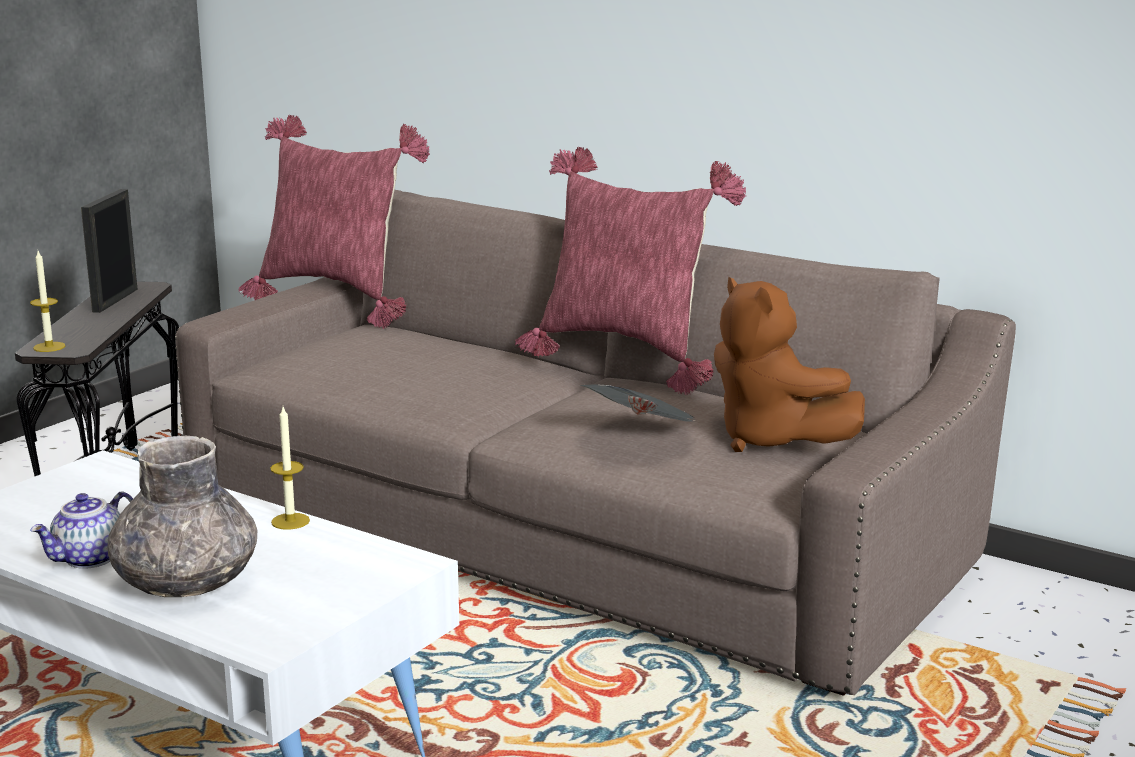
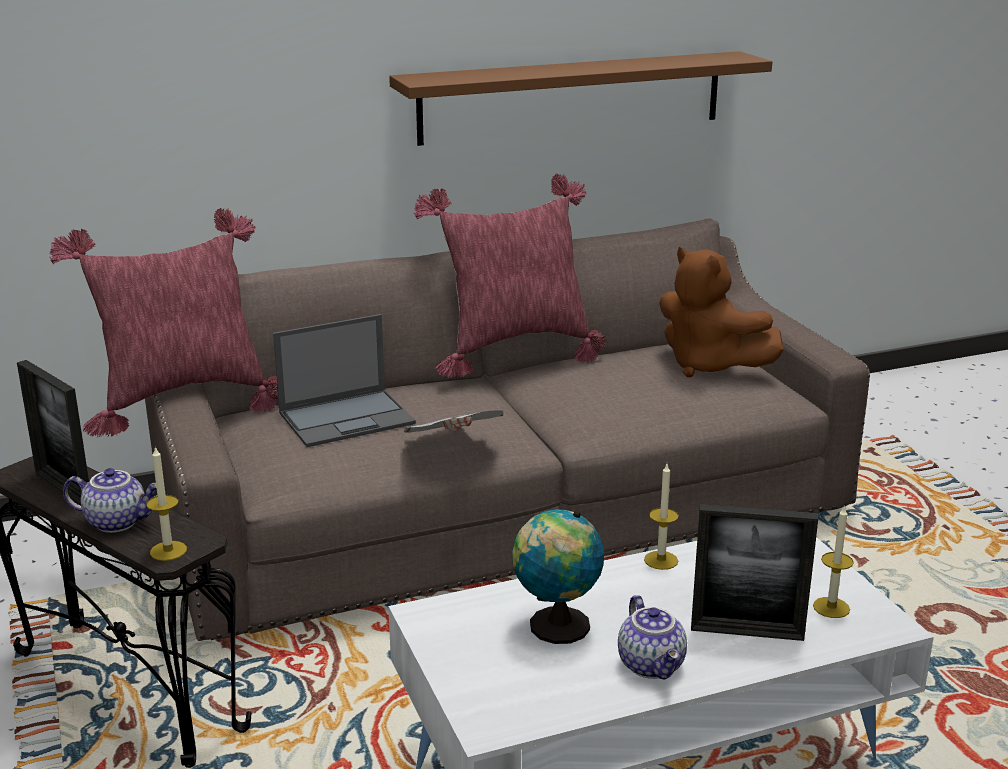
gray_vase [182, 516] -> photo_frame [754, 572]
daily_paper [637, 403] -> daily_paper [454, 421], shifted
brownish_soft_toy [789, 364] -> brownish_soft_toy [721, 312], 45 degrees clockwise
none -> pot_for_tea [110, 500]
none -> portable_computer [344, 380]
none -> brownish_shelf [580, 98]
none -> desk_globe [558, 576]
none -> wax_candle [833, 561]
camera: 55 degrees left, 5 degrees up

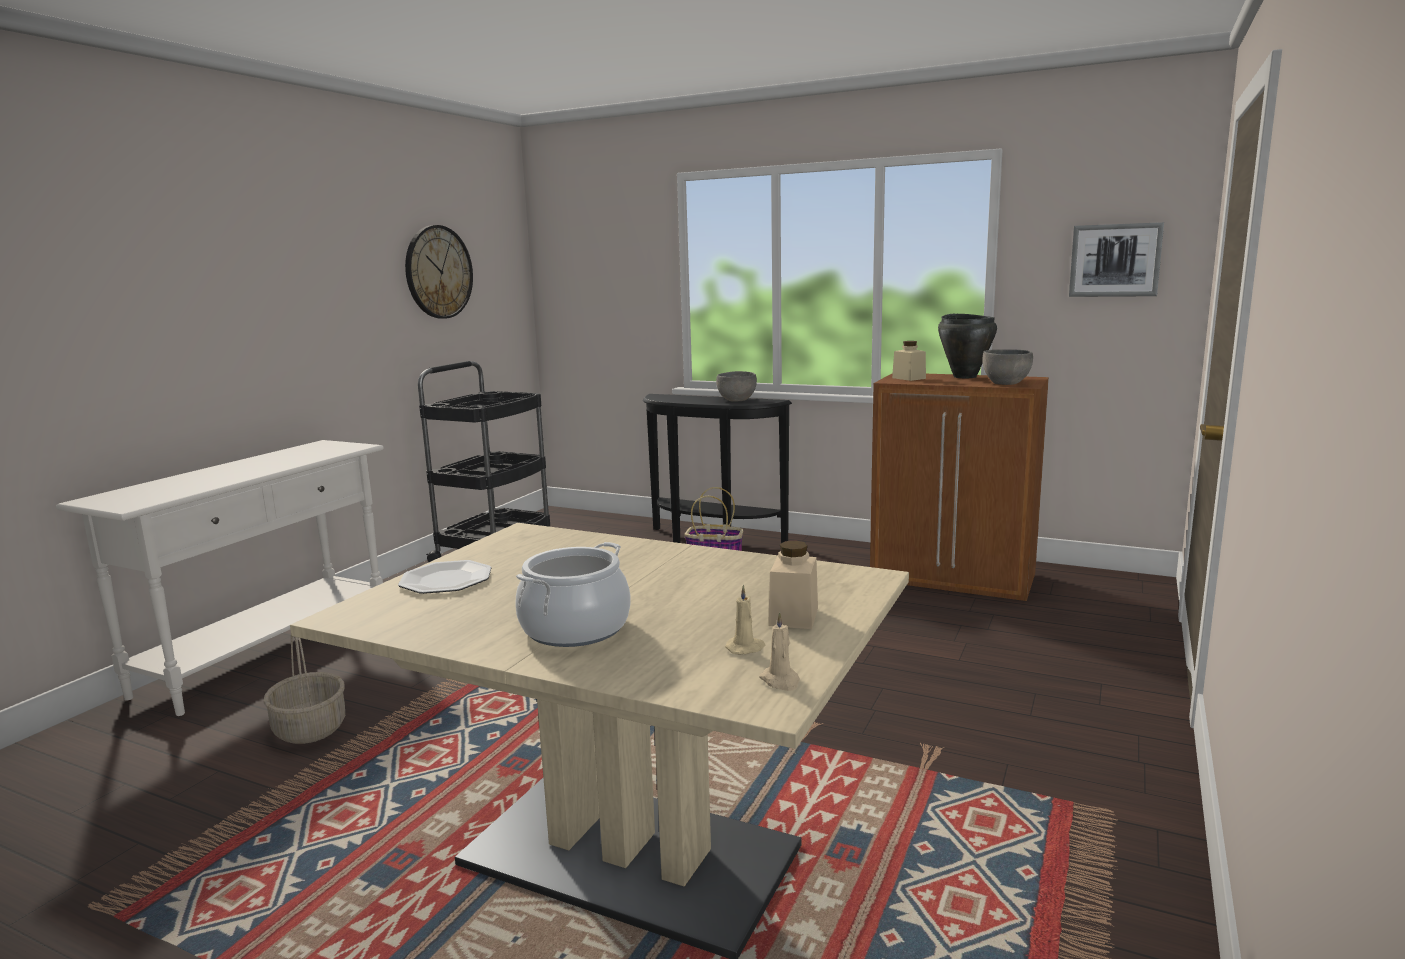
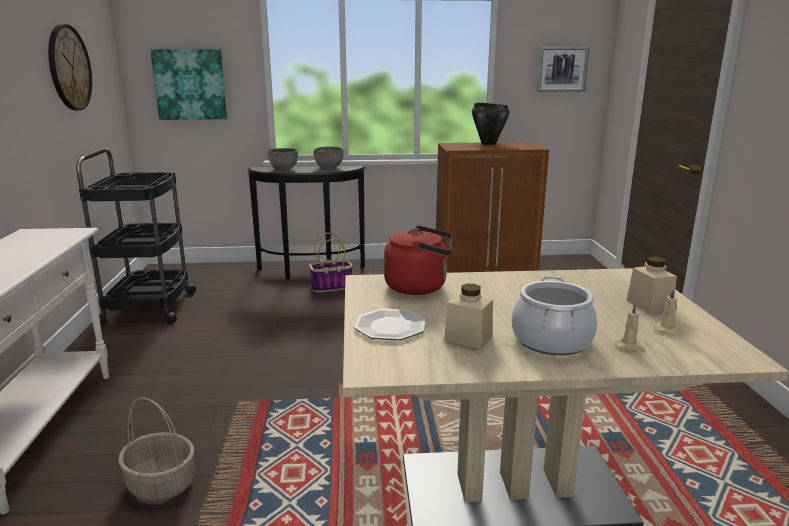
beige_wax_candle [779, 651] -> beige_wax_candle [630, 328], shifted
beige_preserve_jar [909, 361] -> beige_preserve_jar [468, 316], shifted
gray_serving_bowl [1008, 367] -> gray_serving_bowl [283, 159], shifted
none -> picture [188, 84]
none -> reddish_water_kettle [418, 260]
camera: 30 degrees left, 5 degrees up

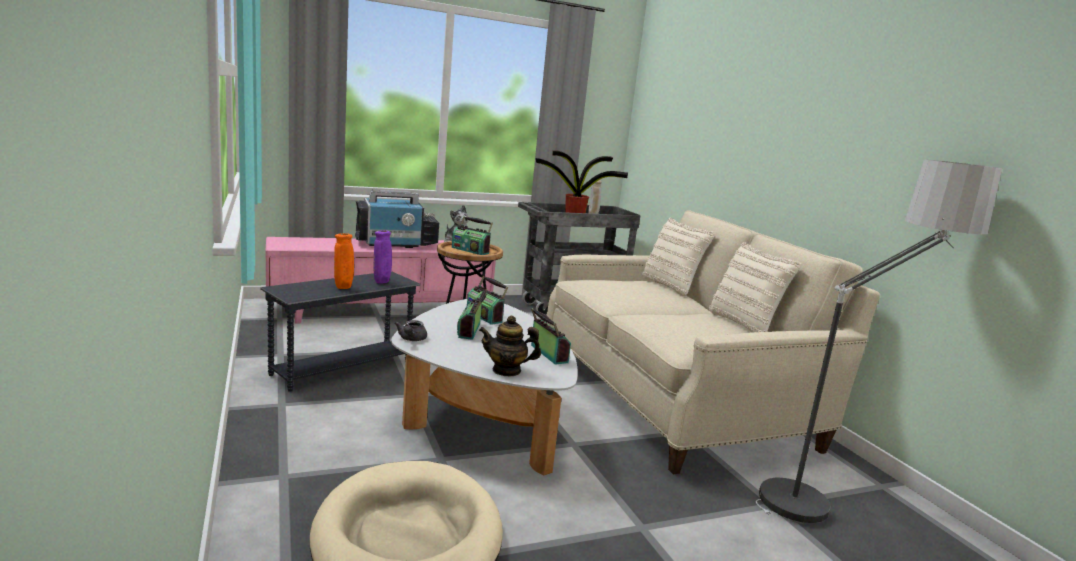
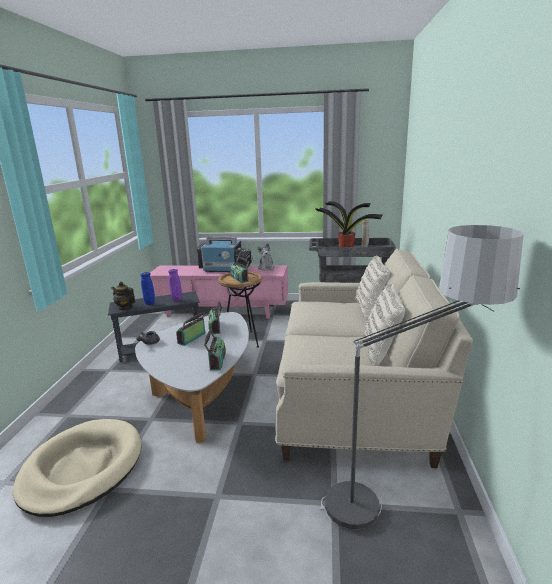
orange_vase [344, 261] -> blue_vase [147, 288]
pot_for_tea [510, 346] -> pot_for_tea [123, 296], shifted
camera: 30 degrees right, 5 degrees up

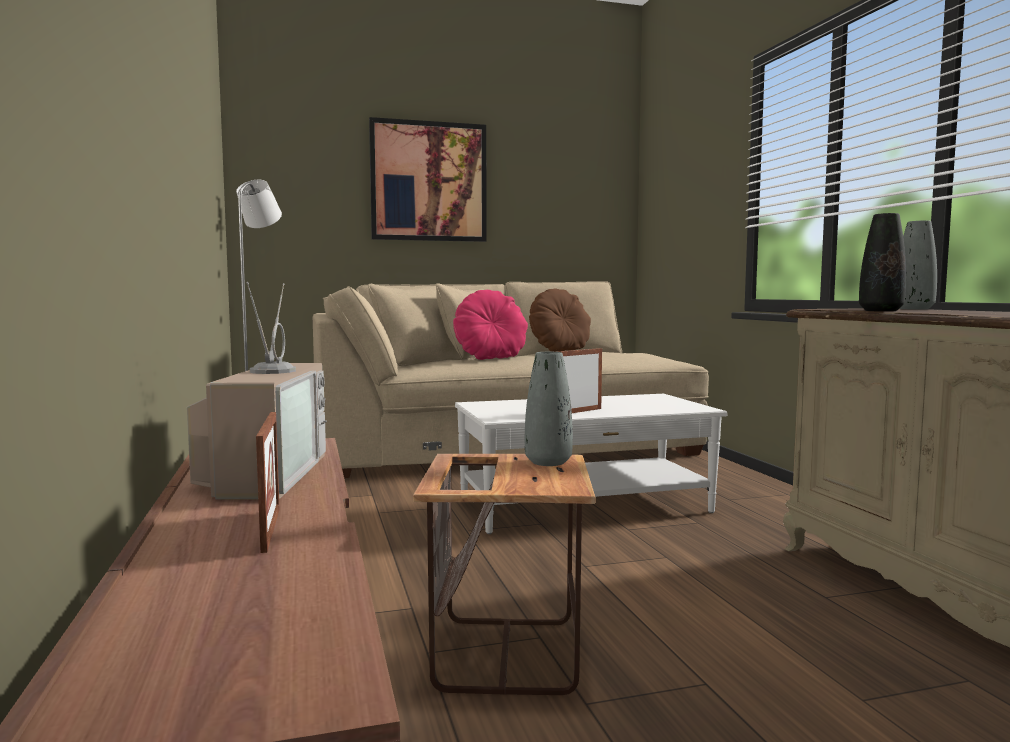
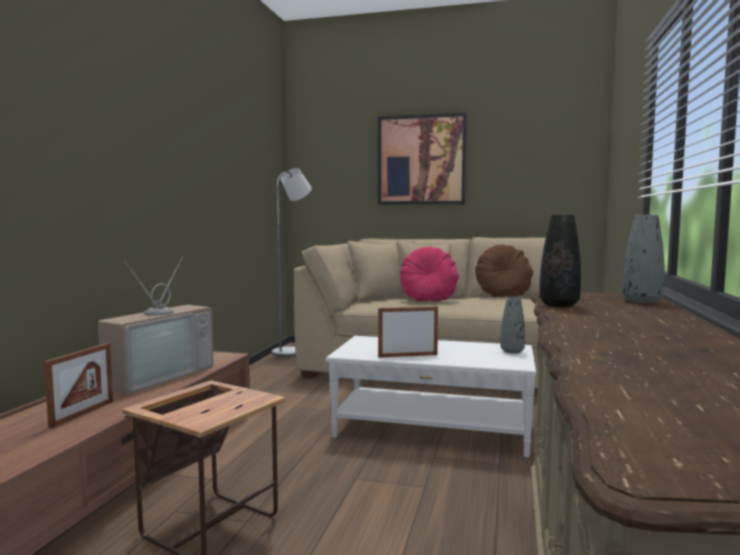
gray_vase [549, 409] -> gray_vase [512, 325], shifted
camera: 30 degrees right, 0 degrees up

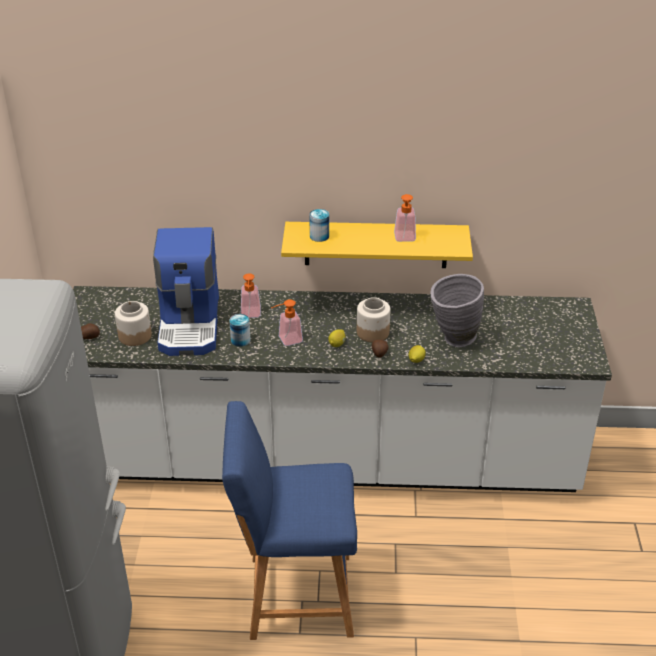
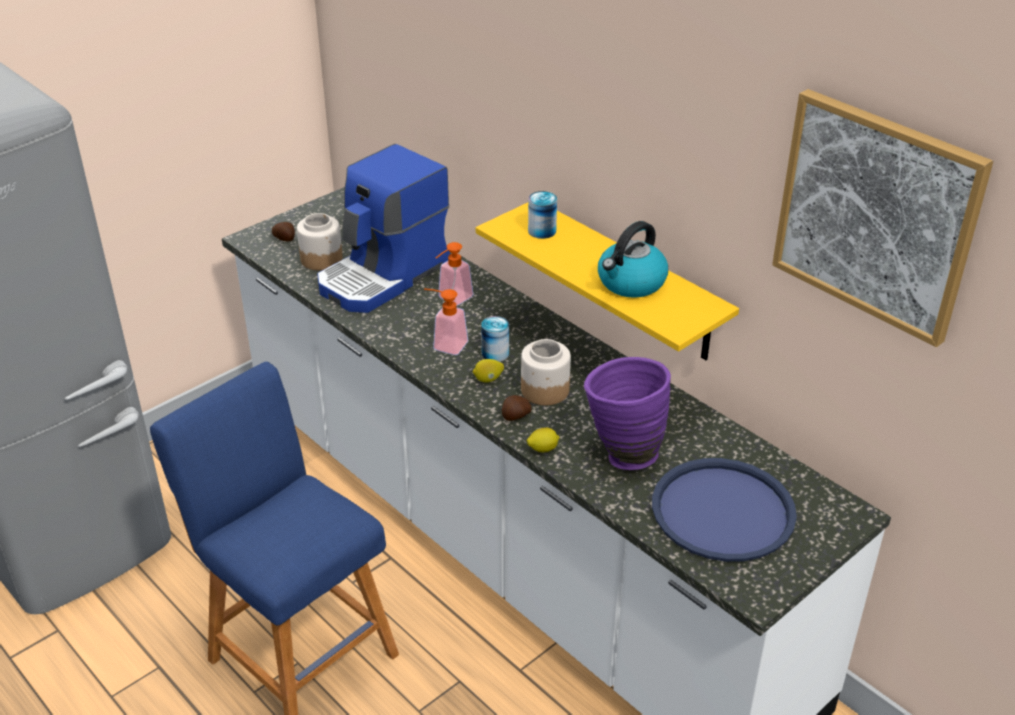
can [240, 330] -> can [495, 339], shifted
soap_bottle [405, 218] -> water_kettle [633, 259]
gray_vase [457, 310] -> purplish_vase [627, 413]
none -> blue_tray [724, 510]
none -> picture [883, 218]
camera: 45 degrees right, 0 degrees up

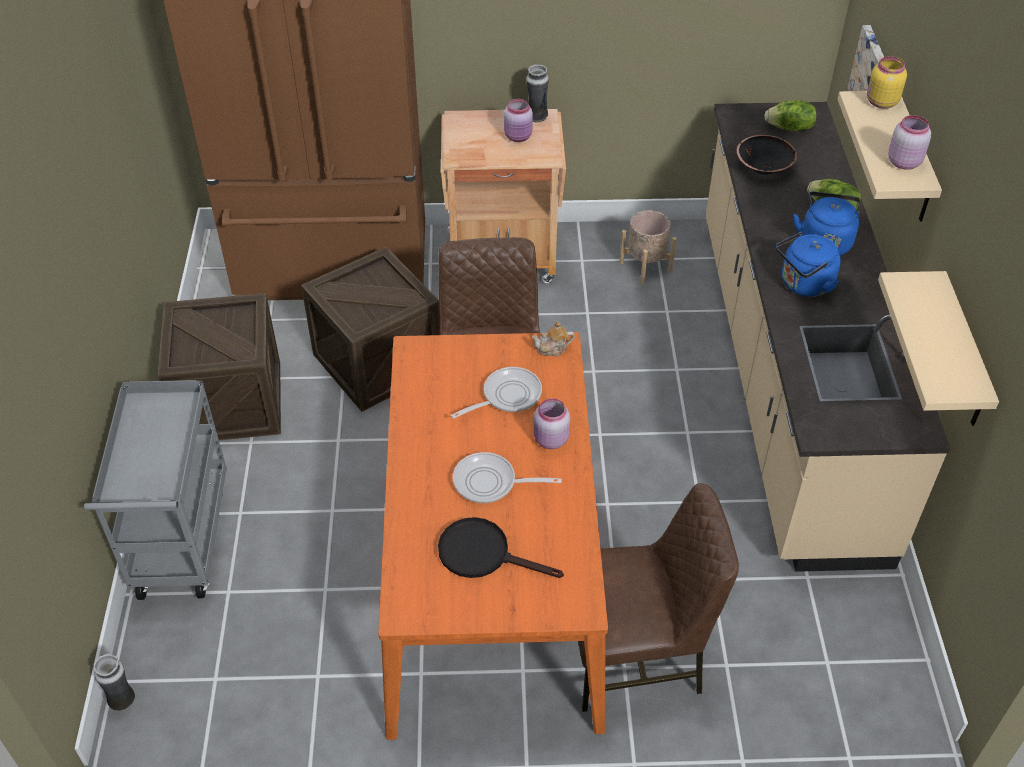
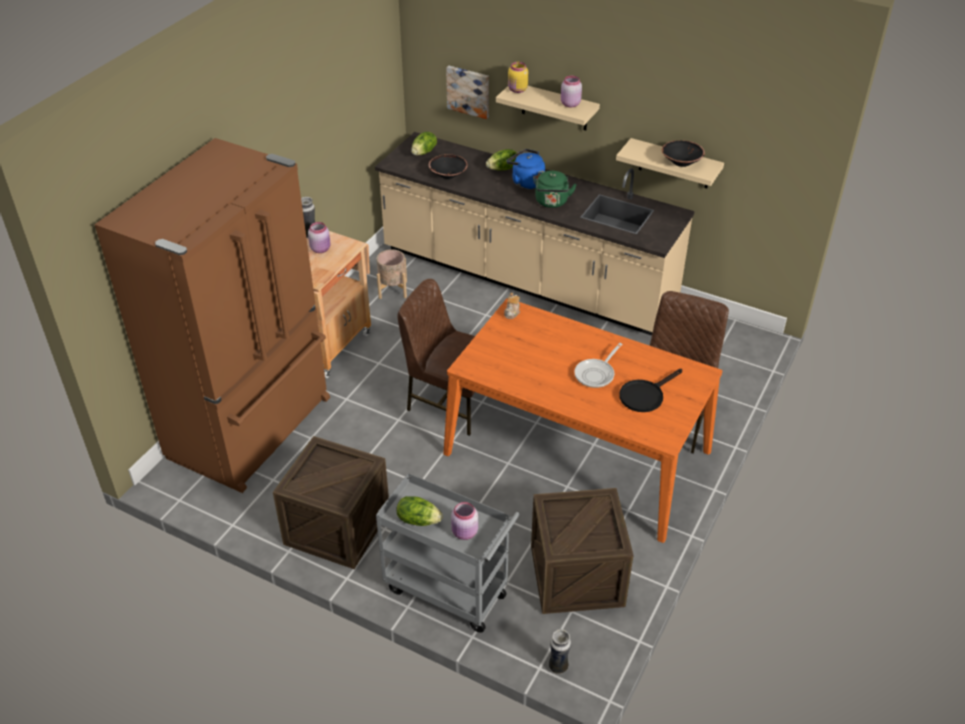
packing_crate [370, 329] -> packing_crate [582, 551], shifted
pan [496, 393] -> none
pink-coloured_preserve_jar [552, 423] -> pink-coloured_preserve_jar [464, 521], shifted
blue_water_kettle [808, 264] -> green_water_kettle [556, 189]
none -> head_of_lettuce [419, 511]
none -> black_serving_bowl [683, 153]
camera: 60 degrees left, 5 degrees down

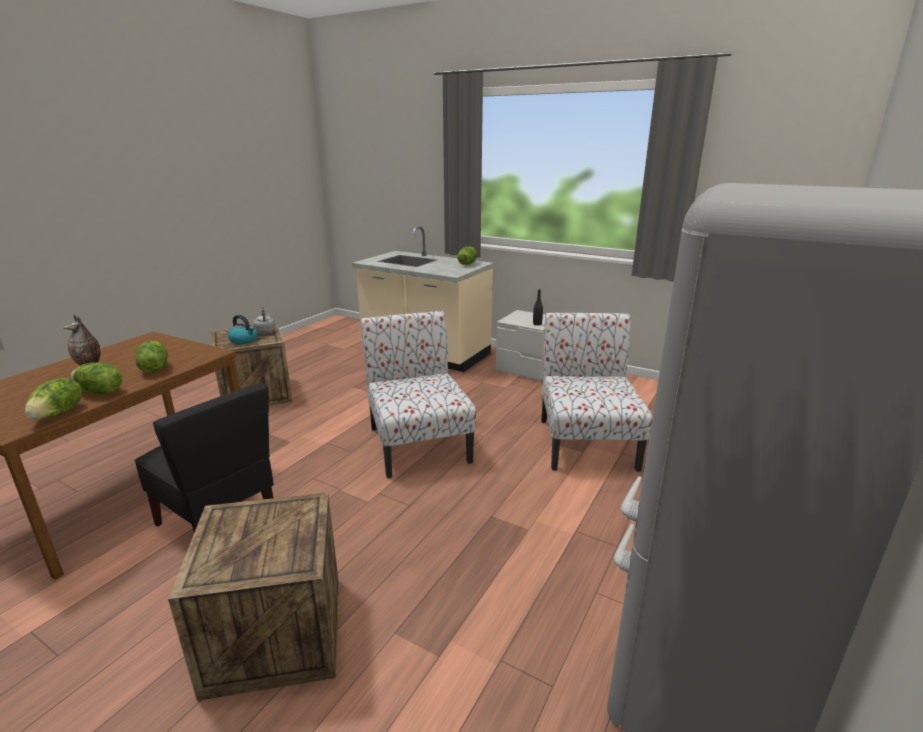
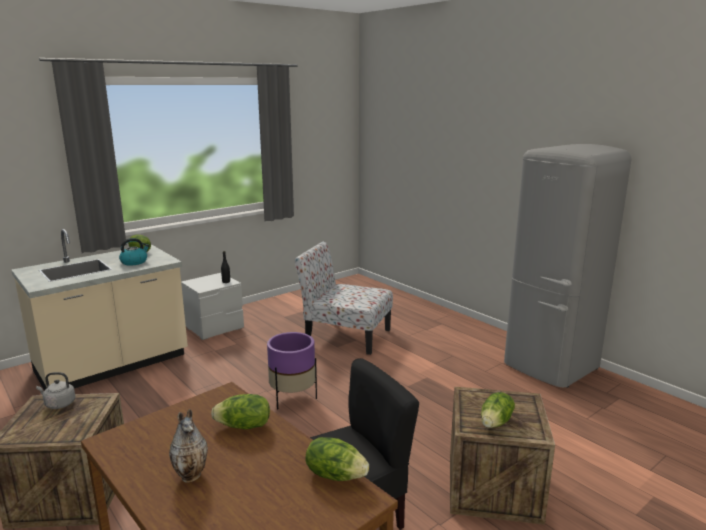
head_of_lettuce [96, 379] -> head_of_lettuce [498, 410], shifted
water_kettle [243, 329] -> water_kettle [134, 251], shifted
chair [418, 394] -> purplish_flower_pot [292, 370]
camera: 70 degrees left, 5 degrees down

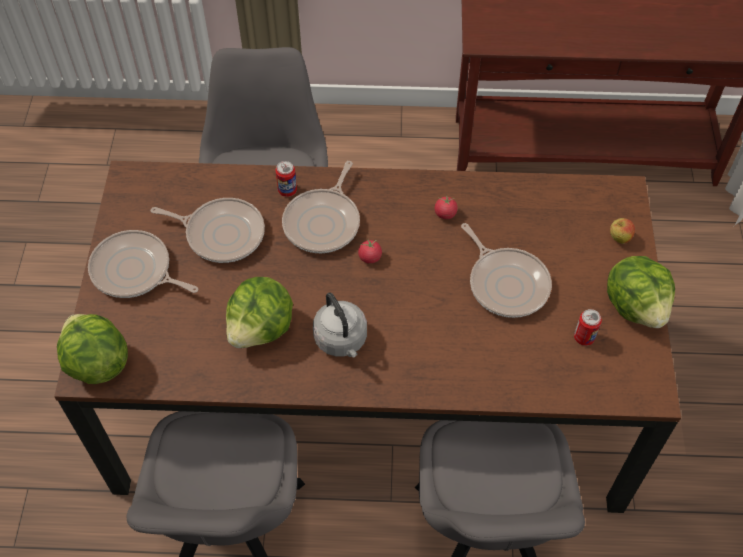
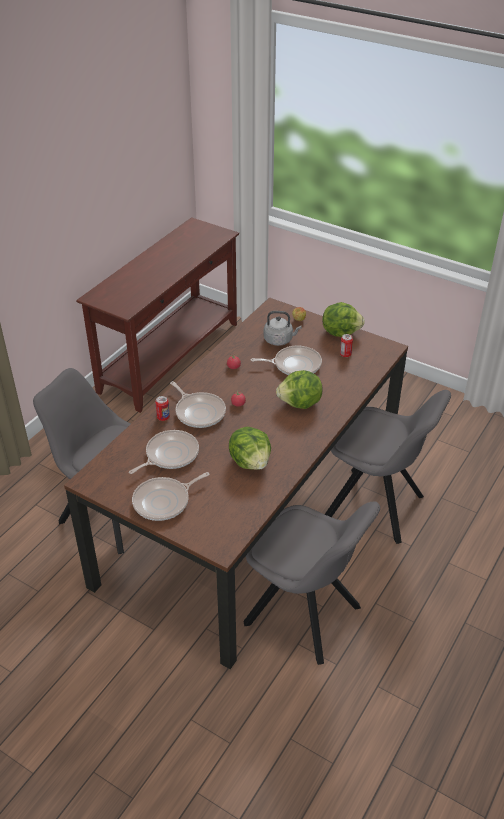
head_of_lettuce [92, 349] -> head_of_lettuce [299, 389], shifted
gray_water_kettle [340, 325] -> gray_water_kettle [282, 328], shifted
camera: 60 degrees left, 15 degrees down

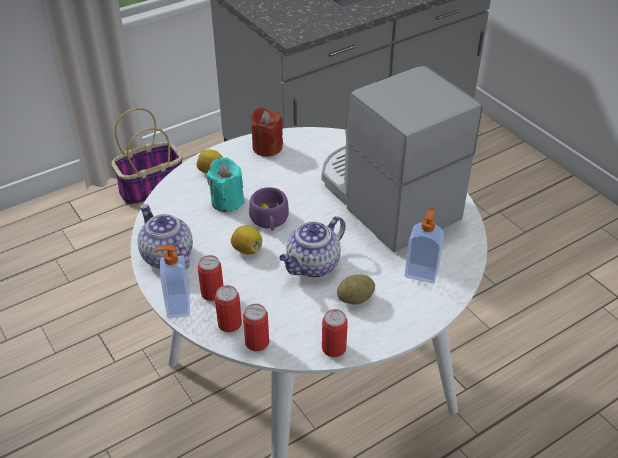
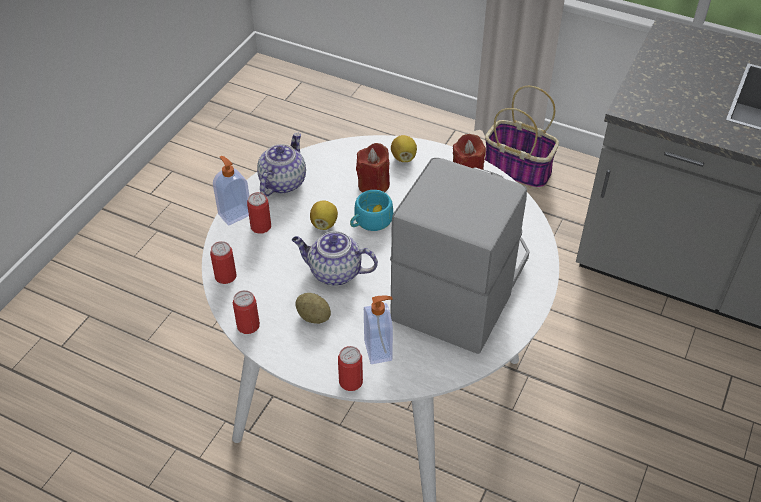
turquoise-coloured_wax_candle [225, 184] -> reddish_wax_candle [373, 168]
can [228, 308] -> can [350, 368], shifted
purplish_small_cup [269, 209] -> turquoise-coloured_small_cup [371, 210]
camera: 60 degrees right, 5 degrees up

